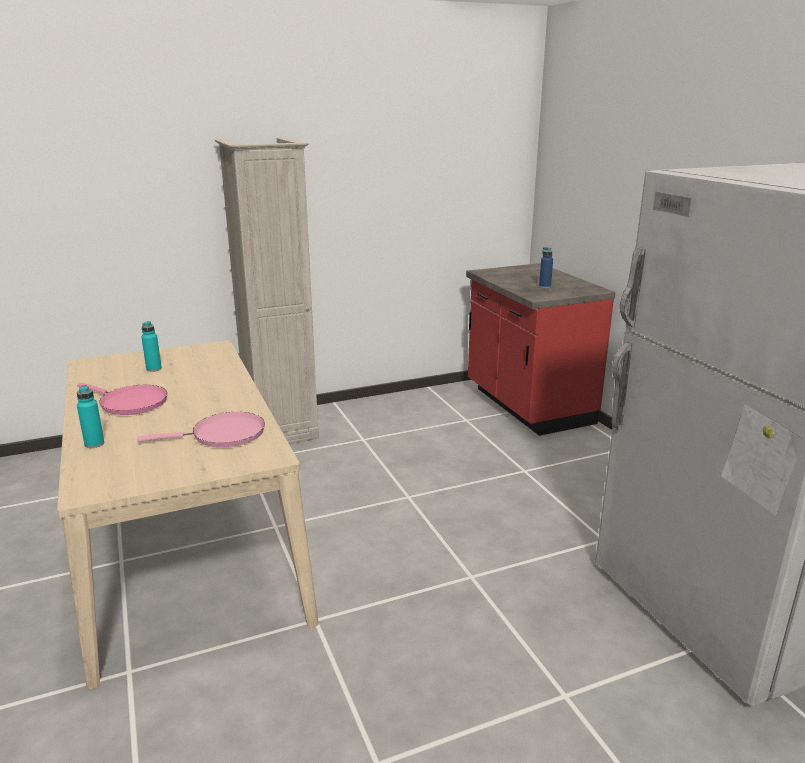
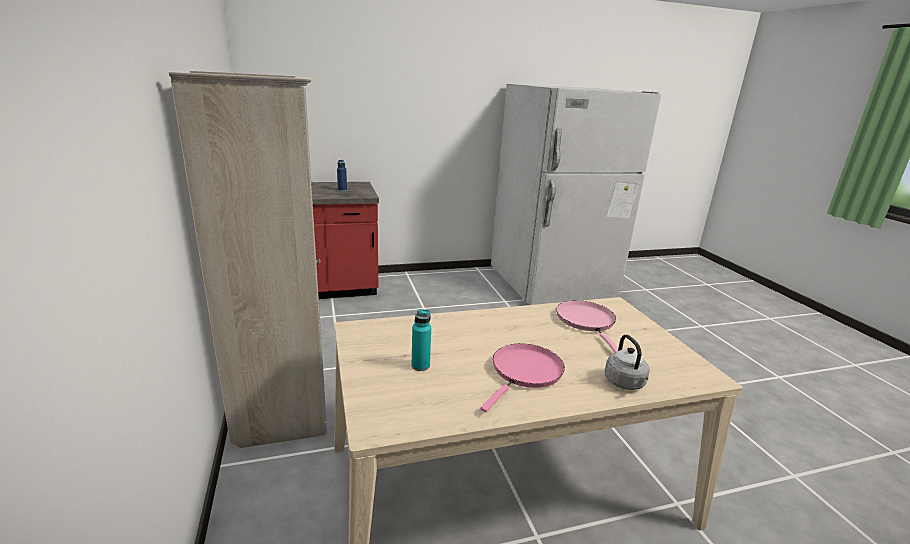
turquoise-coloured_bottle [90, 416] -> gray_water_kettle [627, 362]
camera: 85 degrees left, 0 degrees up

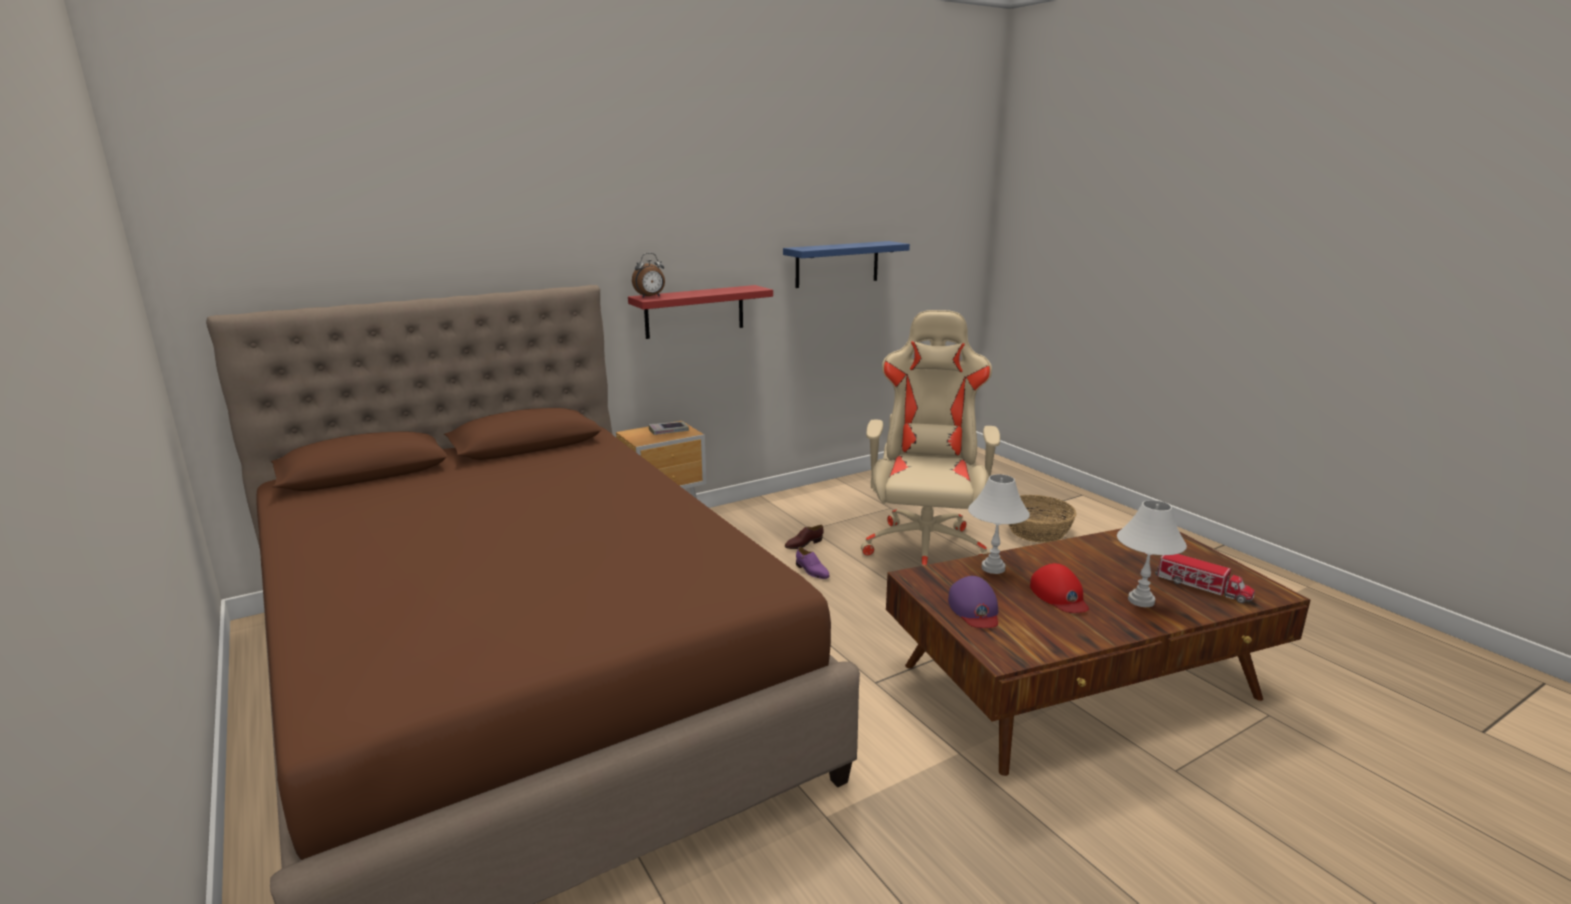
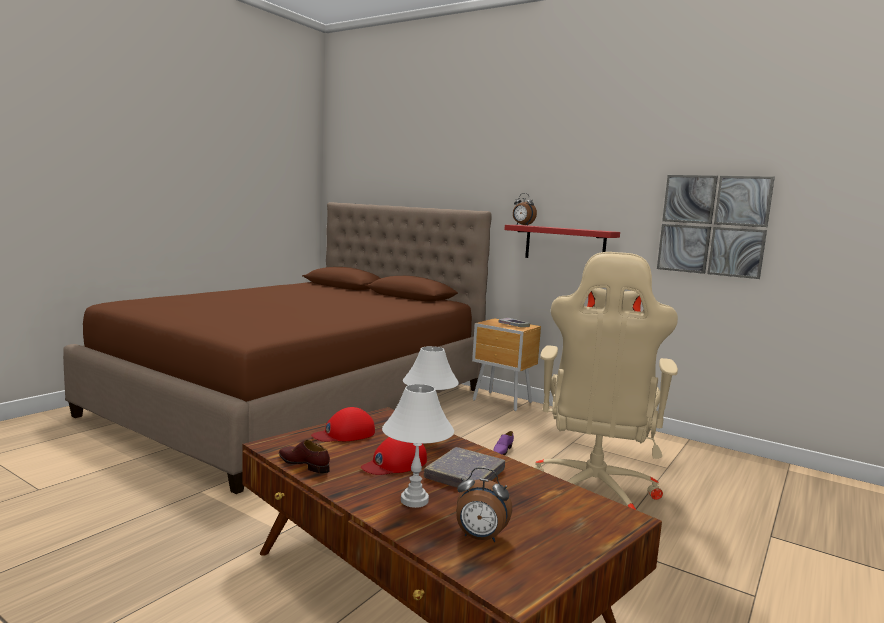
blue_shelf [846, 264] -> picture [716, 227]
brownish_item_of_footwear [804, 537] -> brownish_item_of_footwear [304, 456], shifted
beige_office_chair [930, 438] -> beige_office_chair [605, 381], 120 degrees clockwise
purplish_cap [973, 602] -> reddish_cap [343, 424]
storage_basket [1042, 519] -> none
toy_truck [1205, 578] -> alarm_clock [484, 504]
none -> gray_book [464, 467]
camera: 65 degrees right, 10 degrees down

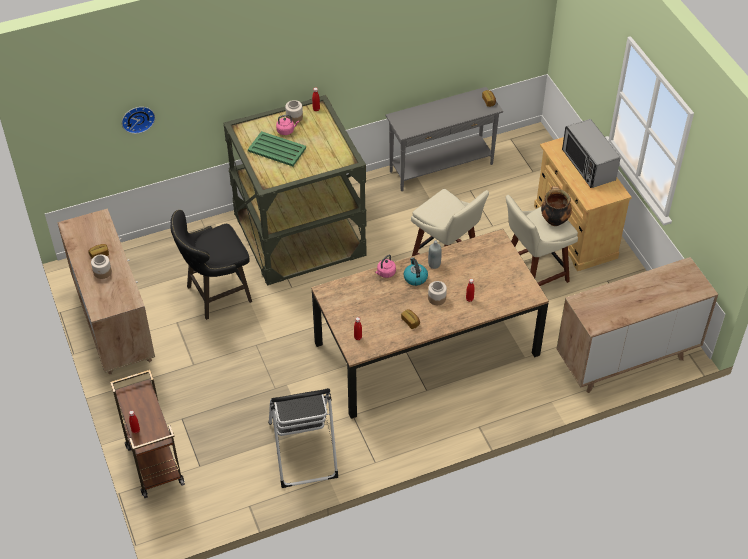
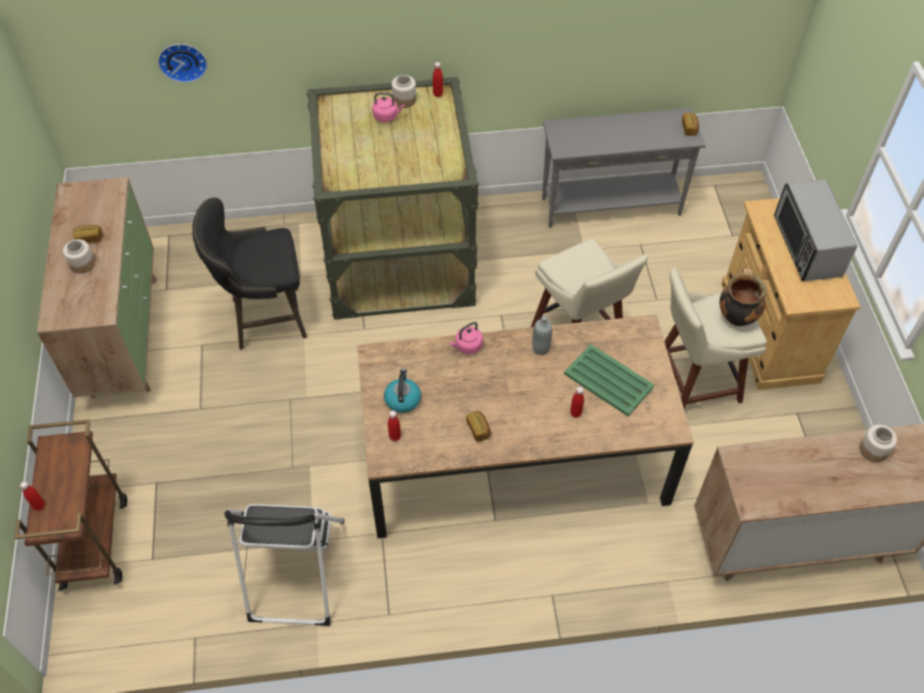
green_tray [277, 148] -> green_tray [609, 380], shifted
water_kettle [415, 271] -> water_kettle [402, 391], shifted
preserve_jar [437, 293] -> preserve_jar [878, 443], shifted
camera: 15 degrees right, 5 degrees up

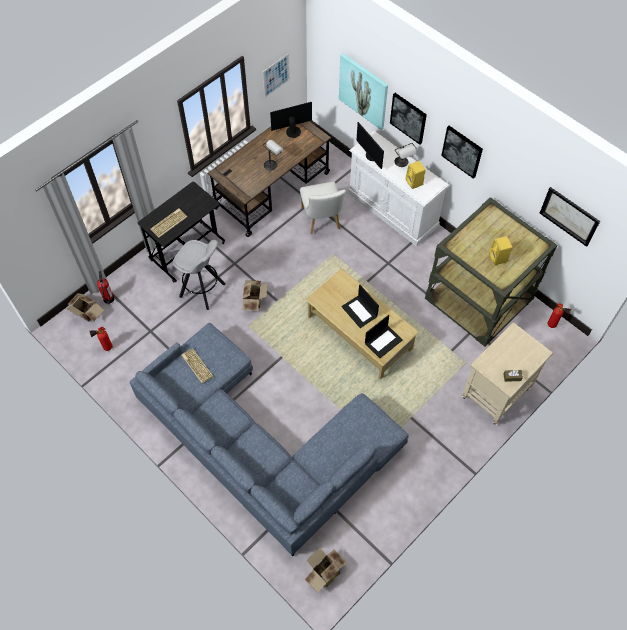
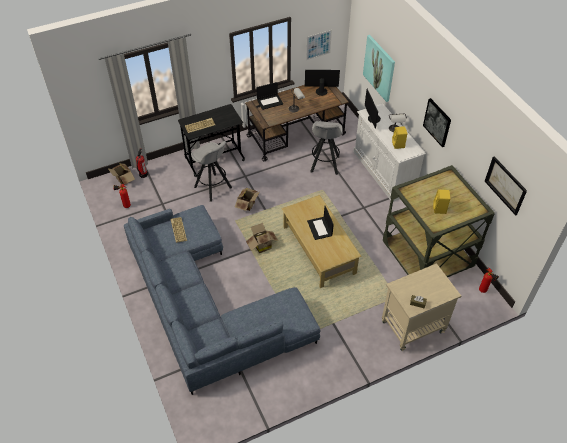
white_chair [323, 207] -> gray_stool [326, 148]
cardboard_box [326, 570] -> cardboard_box [262, 238], shifted
portable_computer [384, 336] -> portable_computer [269, 96], shifted
picture [408, 119] -> none
camera: 20 degrees right, 10 degrees down

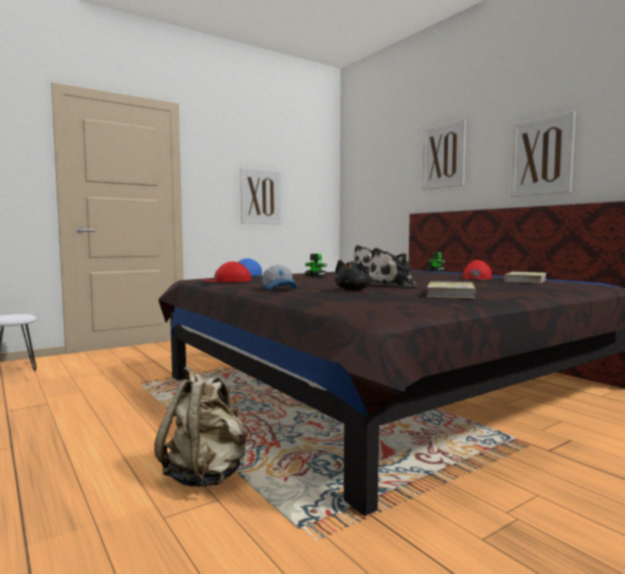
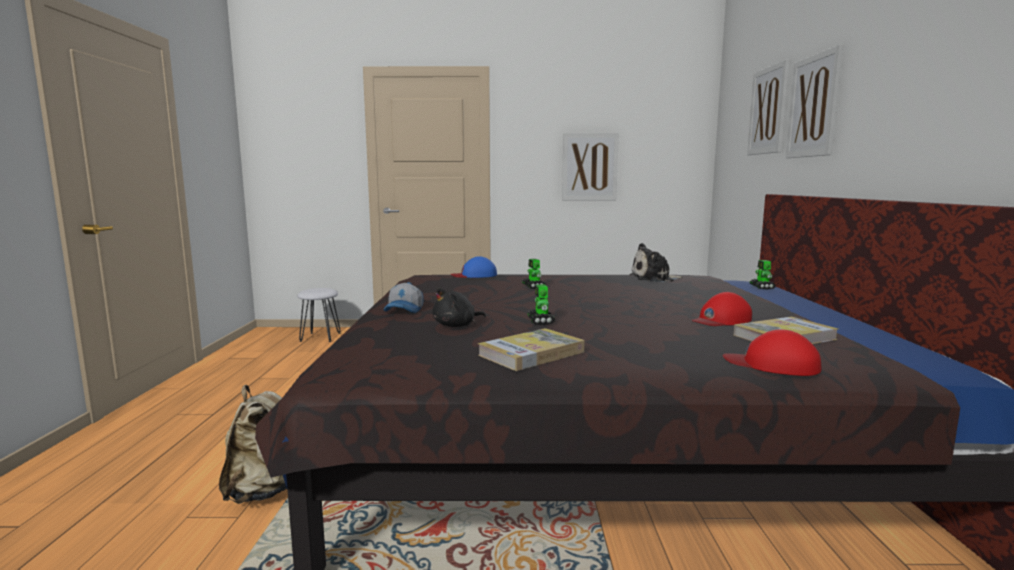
reddish_cap [227, 272] -> reddish_cap [772, 352], shifted
soft_toy [393, 267] -> model_robot [541, 304]
picture [543, 154] -> picture [768, 107], shifted
camera: 35 degrees right, 5 degrees up

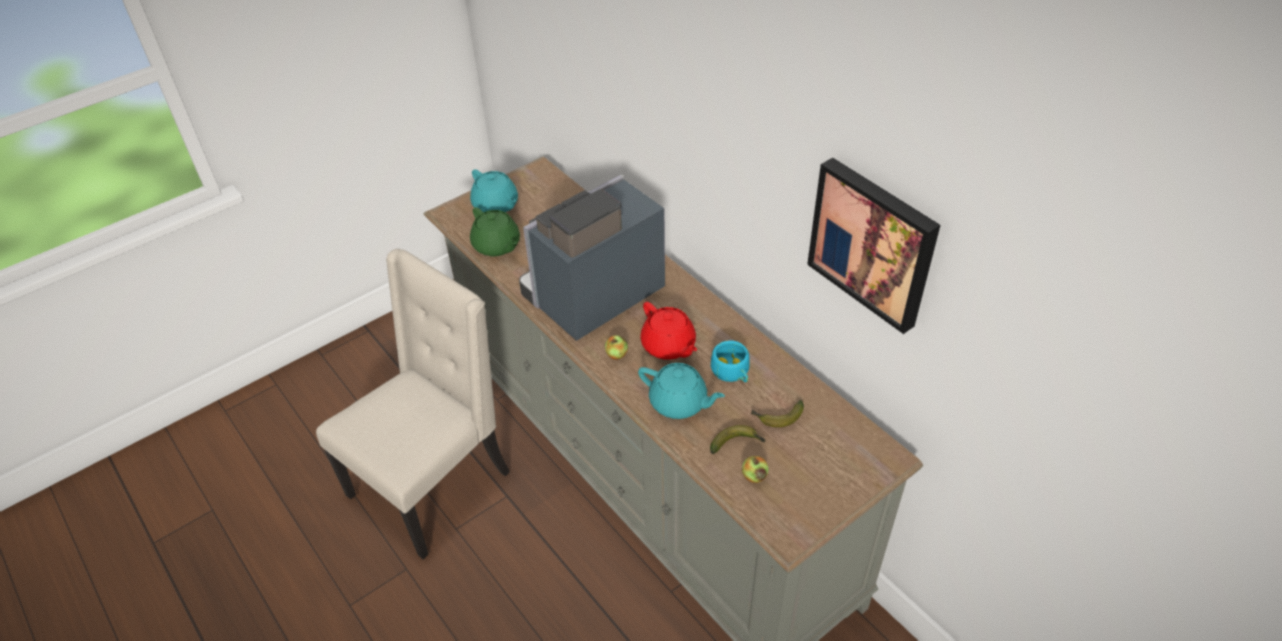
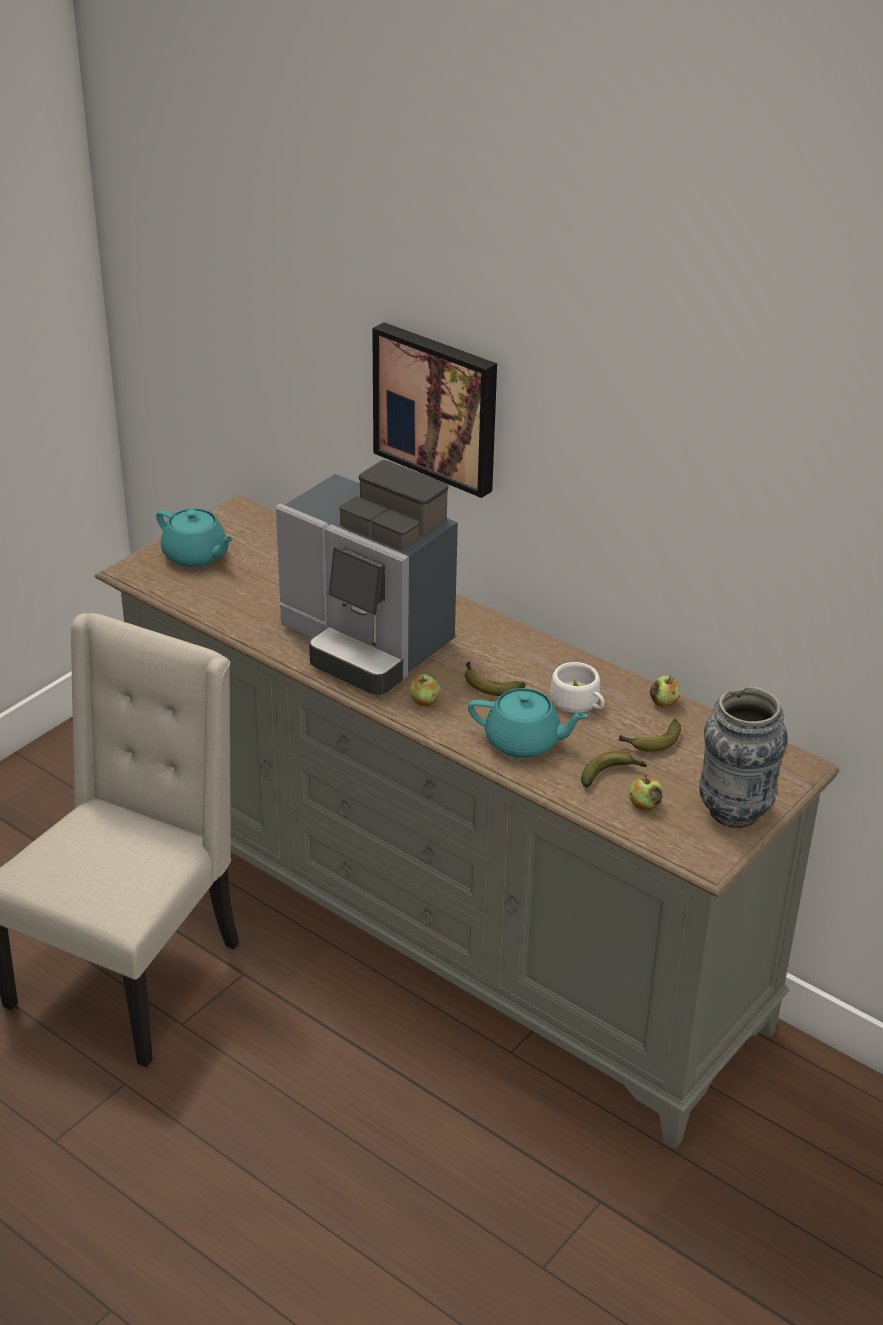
green_pot_for_tea [495, 231] -> none
coffee_brewer [592, 257] -> coffee_brewer [367, 577], 90 degrees counterclockwise
reddish_pot_for_tea [668, 331] -> banana_fruit [495, 678]
turquoise-coloured_small_cup [730, 361] -> white_small_cup [577, 687]
picture [873, 246] -> picture [434, 410], shifted
none -> apple_fruit [665, 691]
none -> vase [743, 757]
camera: 15 degrees left, 10 degrees down

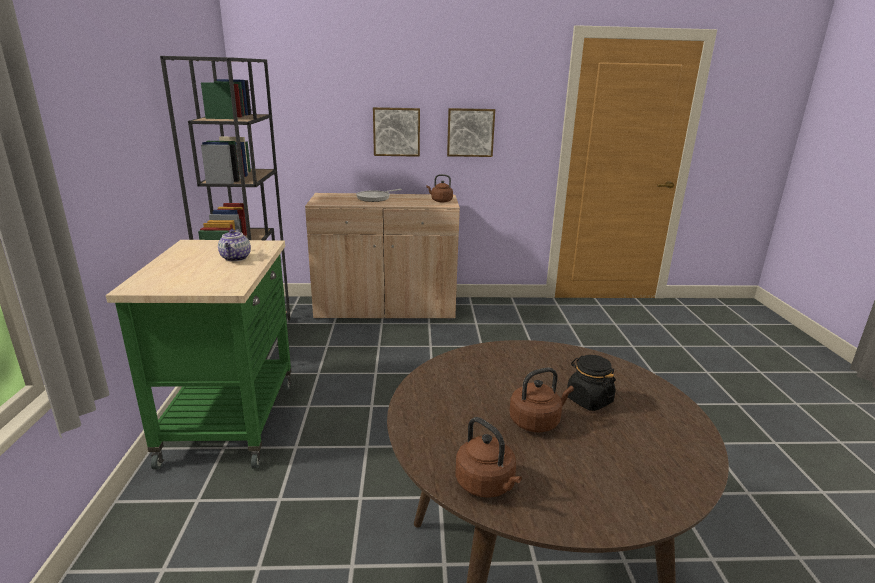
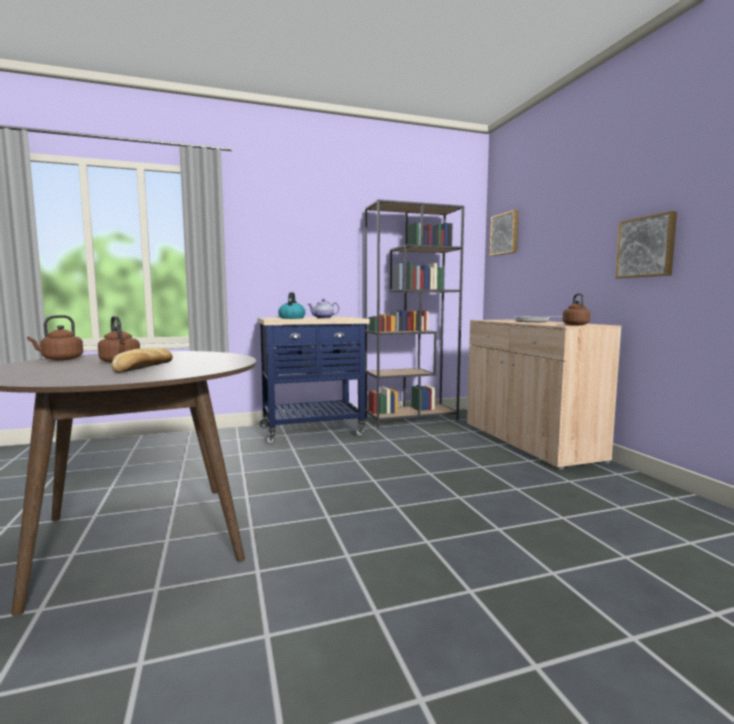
green_trolley [198, 355] -> blue_trolley [313, 381]
picture [396, 132] -> picture [504, 233], shifted
black_preserve_jar [591, 383] -> bread [142, 360]
none -> water_kettle [292, 305]
camera: 75 degrees right, 15 degrees down

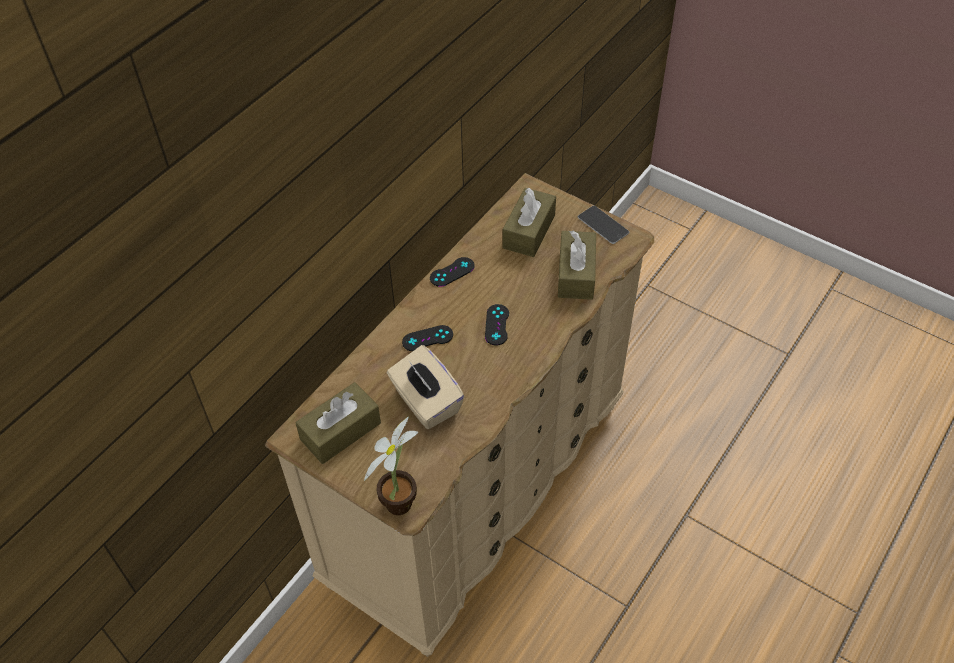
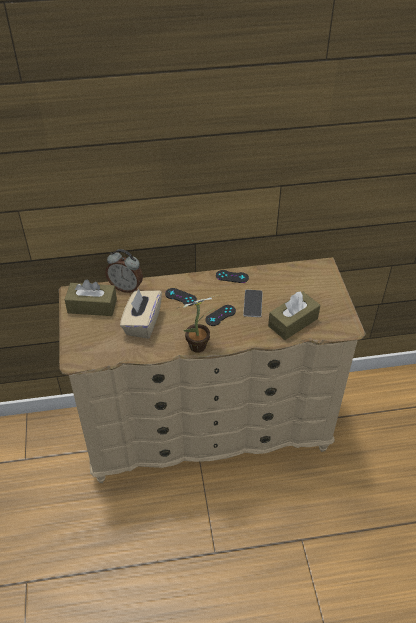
plant_in_a_pot [391, 465] -> plant_in_a_pot [198, 324], shifted
brownish_tissue_holder [529, 222] -> none
phone [603, 225] -> phone [253, 303], shifted
none -> alarm_clock [124, 271]
camera: 45 degrees right, 5 degrees down

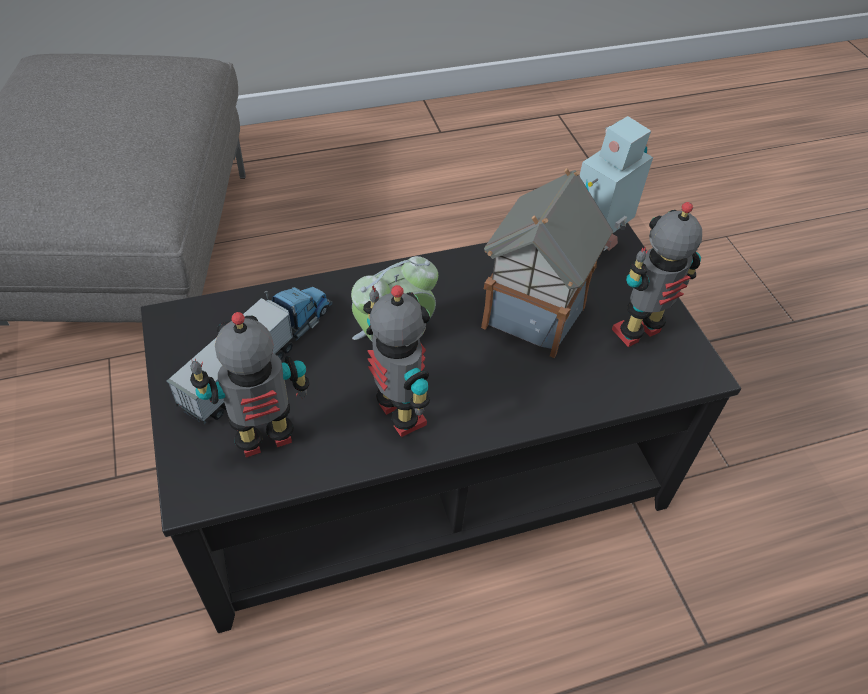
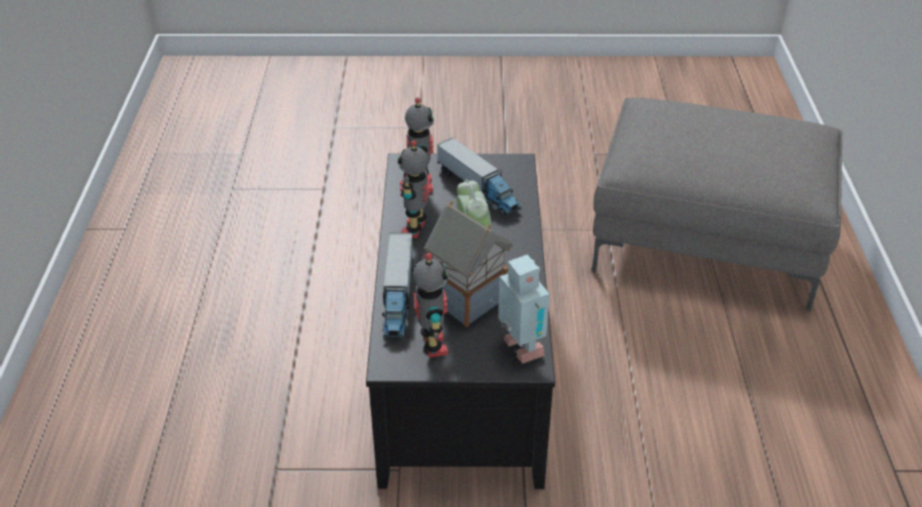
model_robot [396, 361] -> model_robot [414, 189], 120 degrees clockwise
none -> toy_truck [397, 285]
camera: 110 degrees right, 10 degrees down

